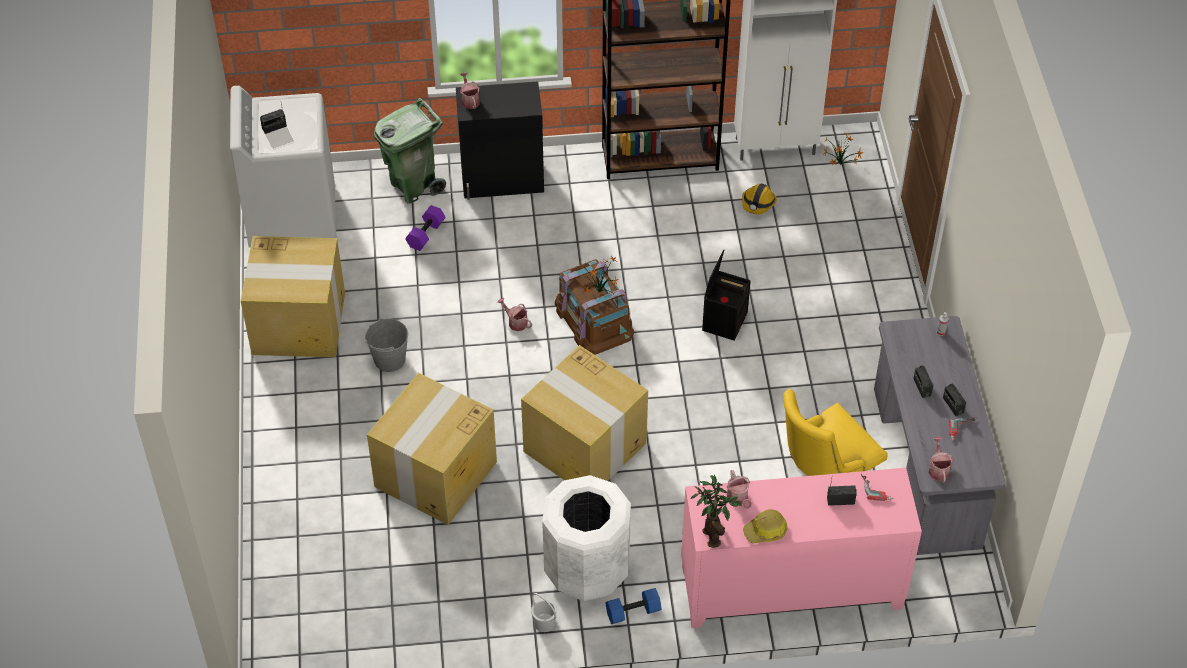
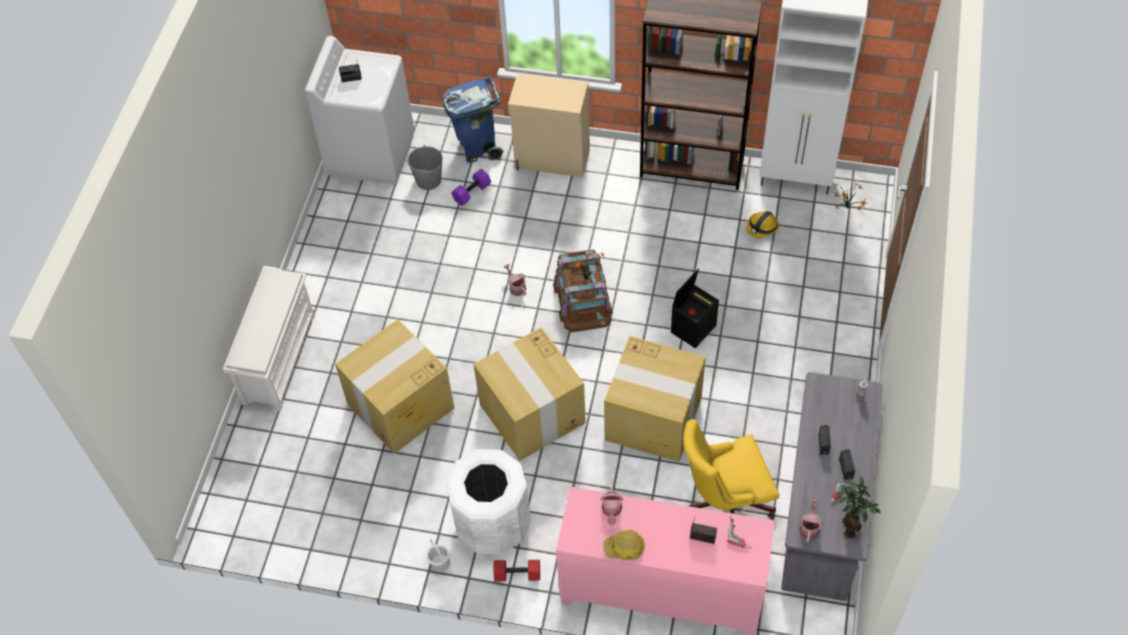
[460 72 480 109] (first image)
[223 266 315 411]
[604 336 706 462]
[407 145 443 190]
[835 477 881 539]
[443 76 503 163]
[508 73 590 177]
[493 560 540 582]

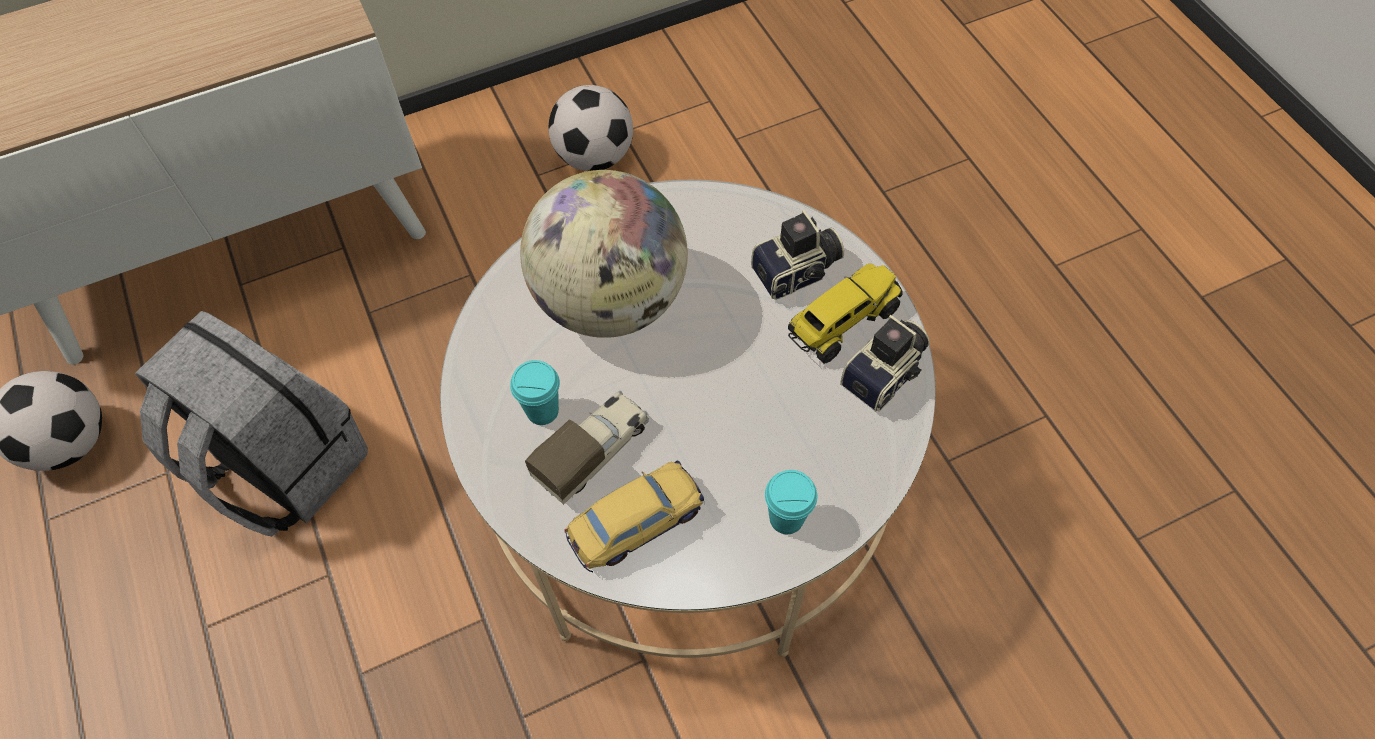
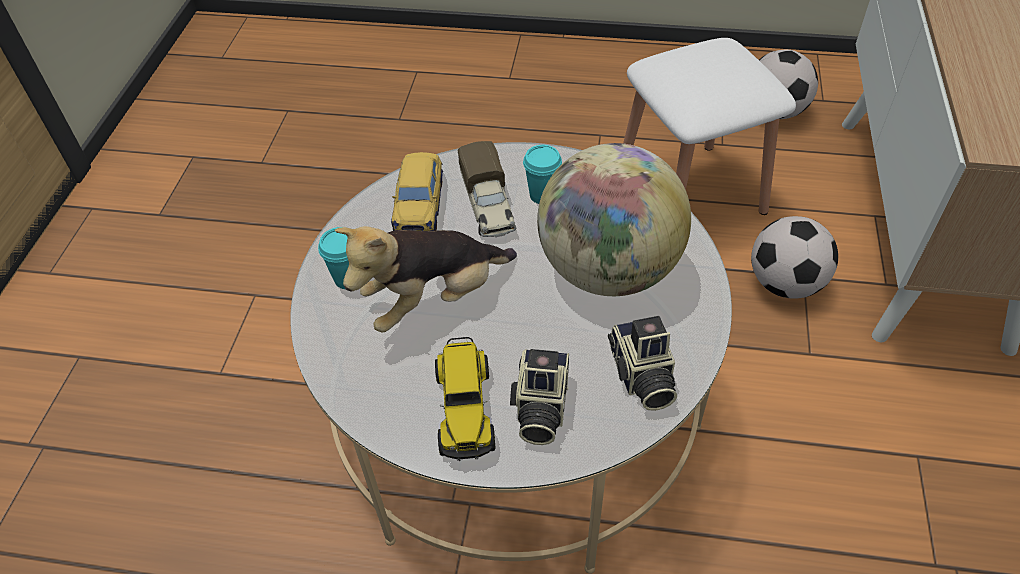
[335 226 517 332]
[751 216 838 299]
[608 316 677 411]
[623 38 796 215]

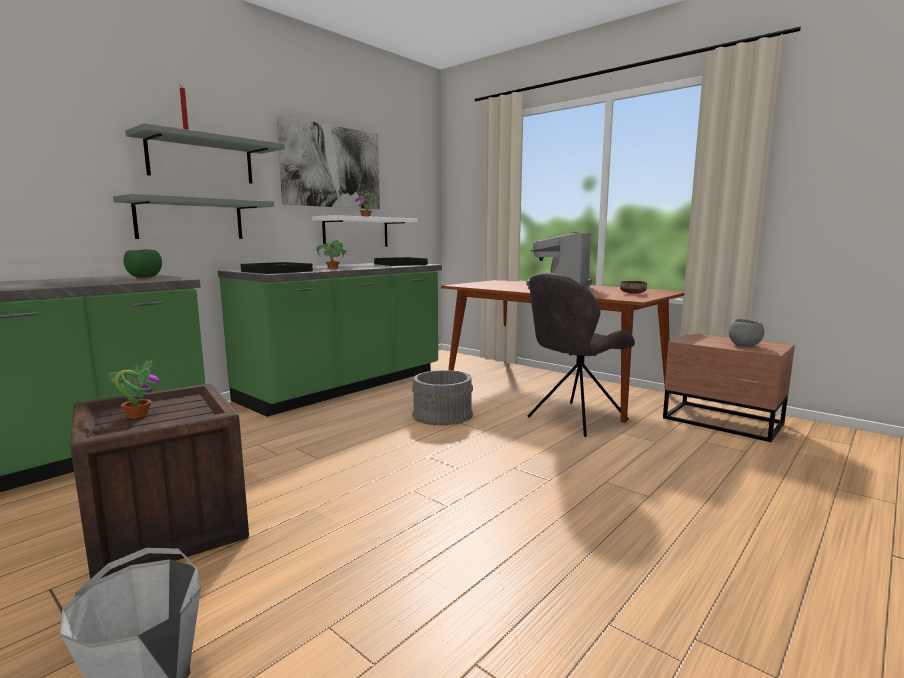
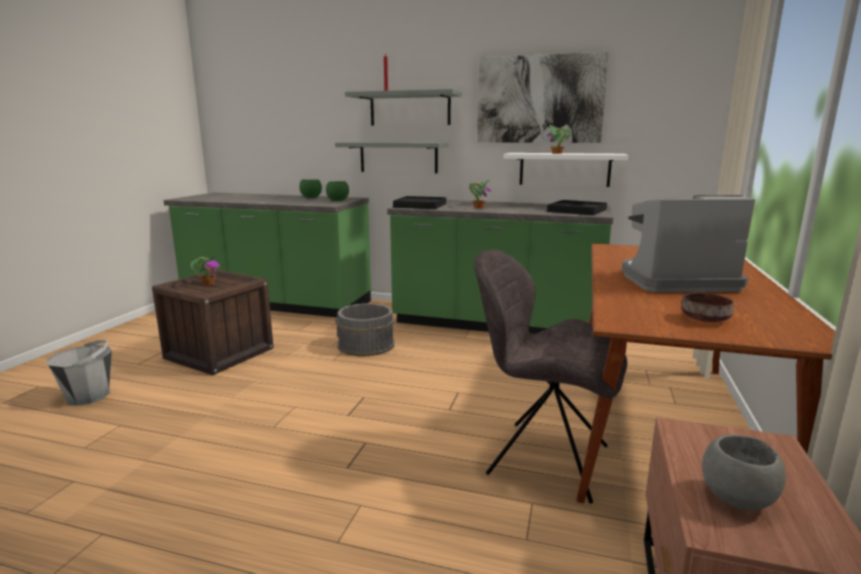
[299 179 322 198]
[335 303 395 356]

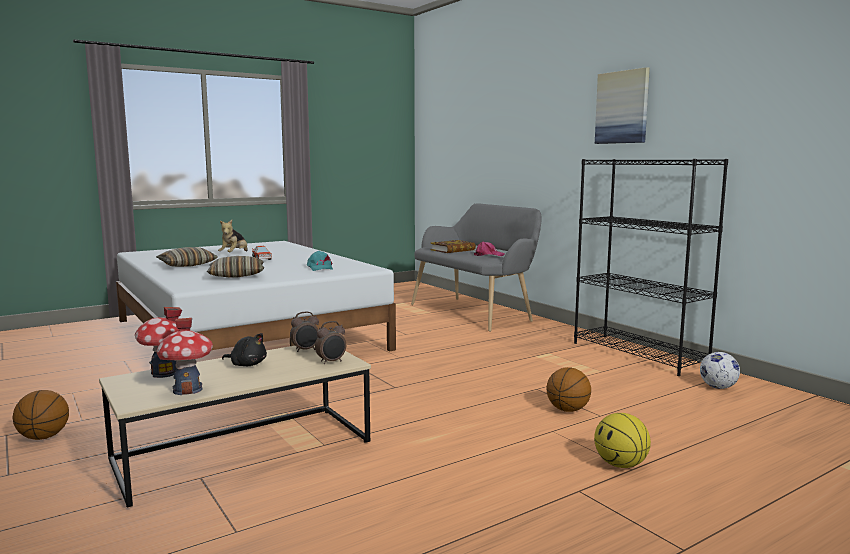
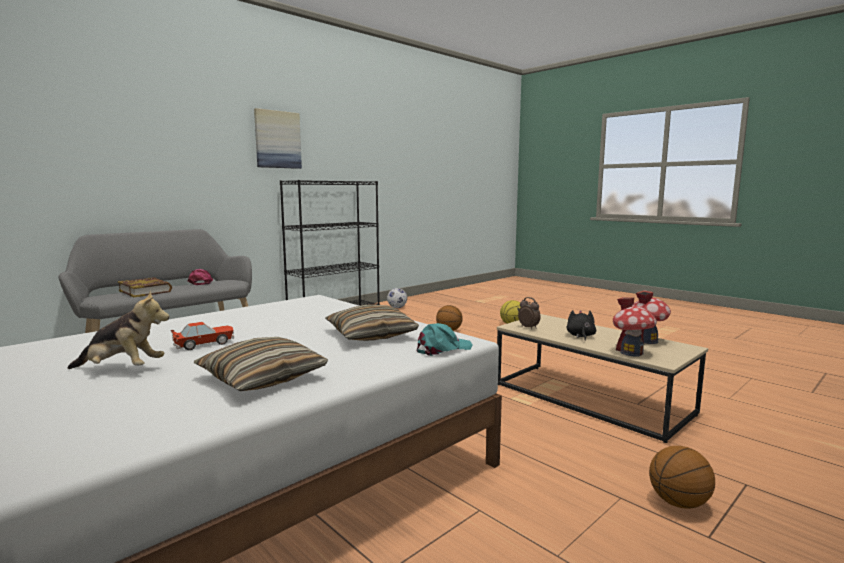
[315 321 346 364] (first image)
[417 323 473 356]

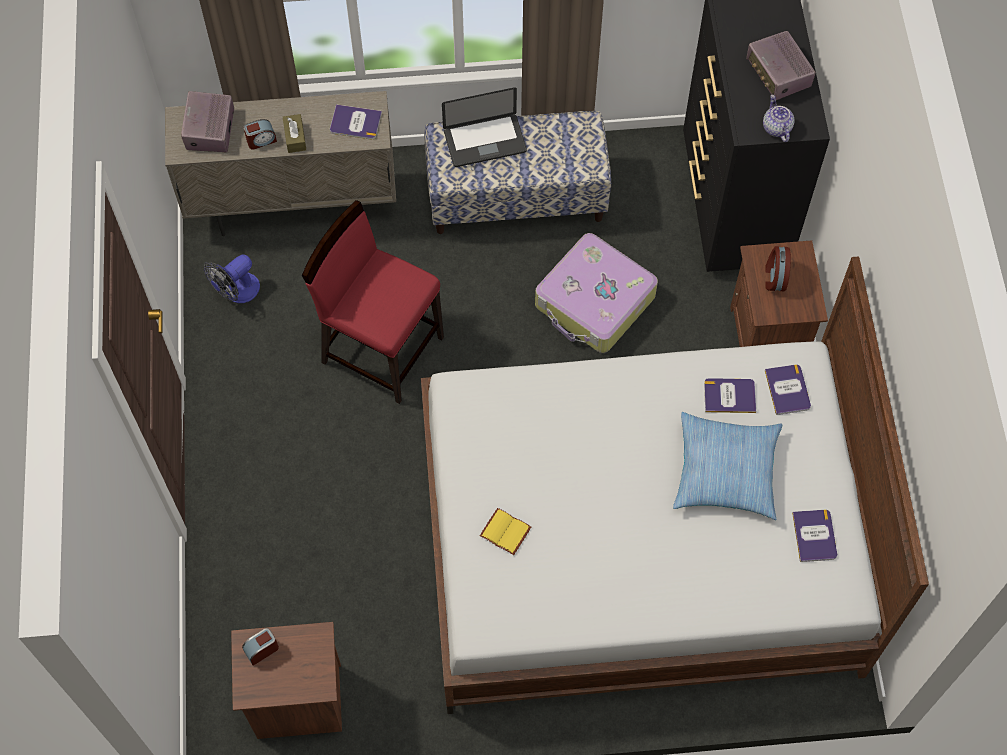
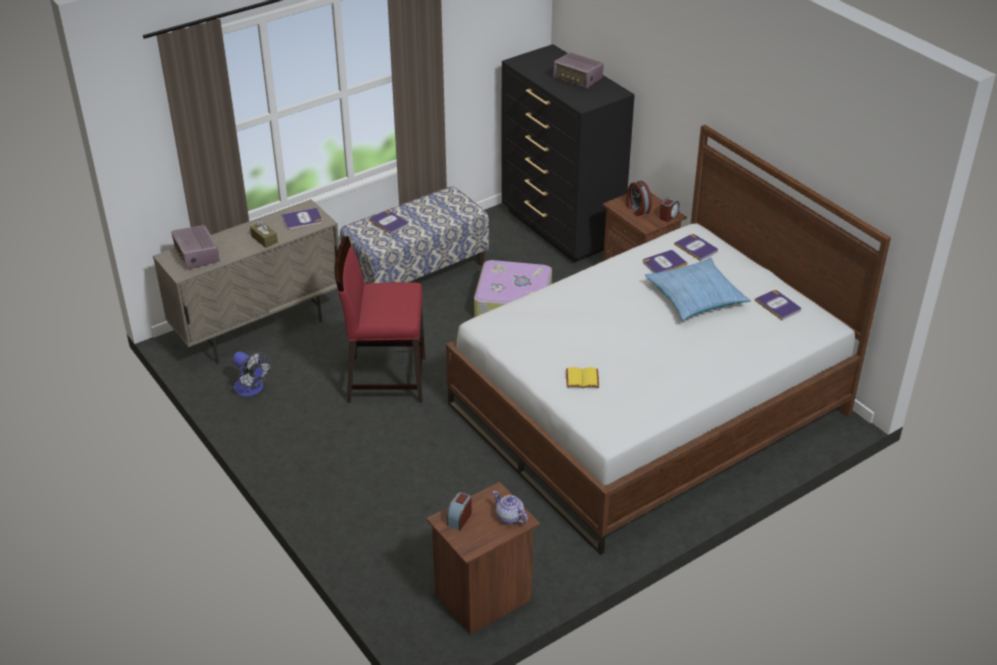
[659 198 680 222]
[493 491 528 525]
[369 210 408 234]
[233 352 272 396]

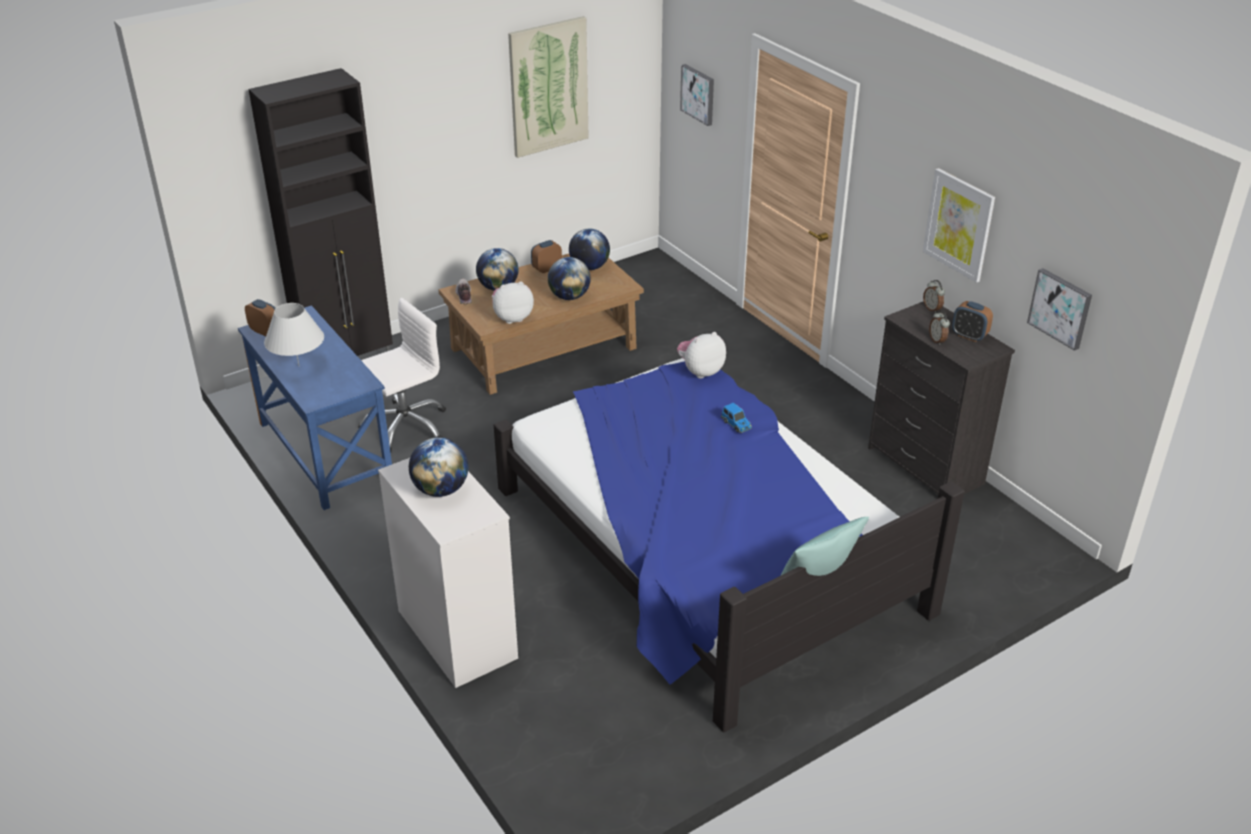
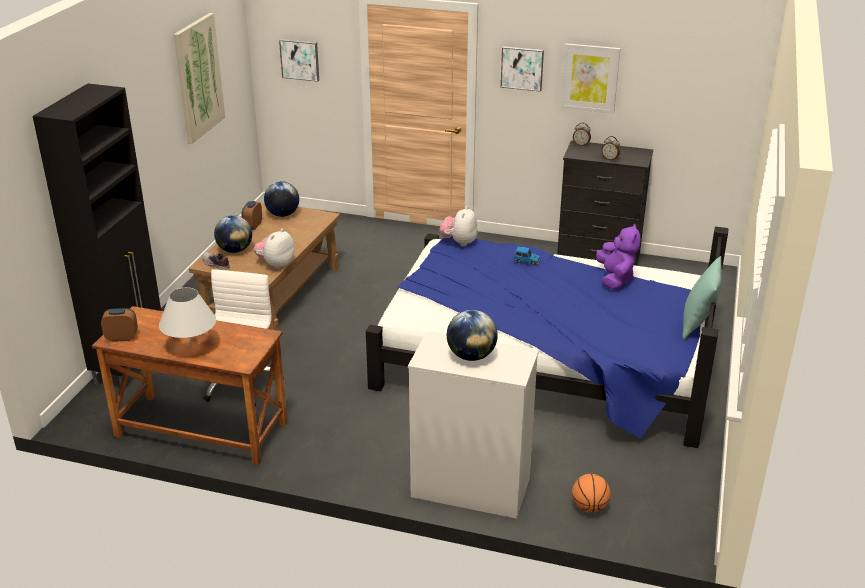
[548 257 591 300] (first image)
[952 301 993 342] (first image)
[572 474 611 513]
[596 223 641 290]
[501 46 544 92]
[92 306 287 466]

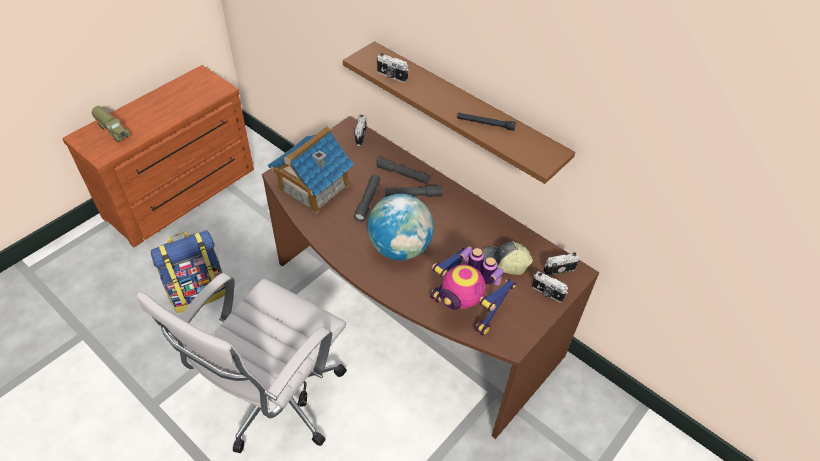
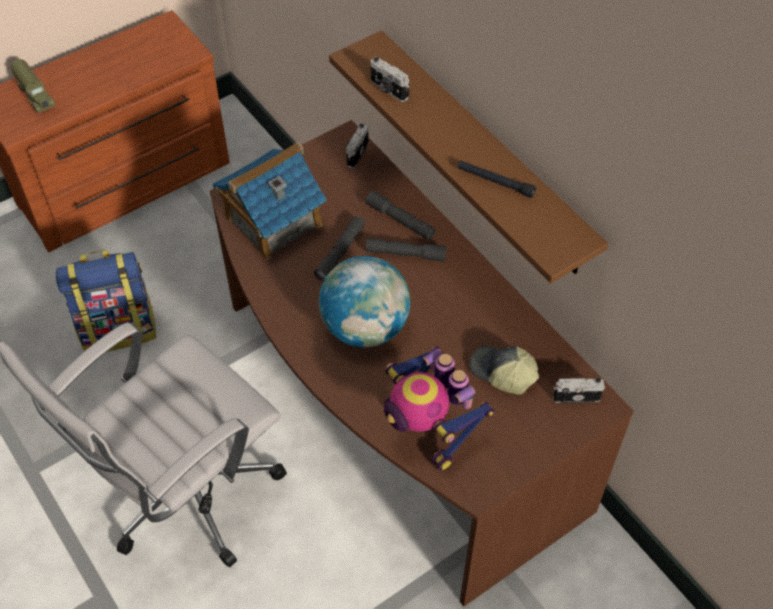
[532 271 568 303] (first image)

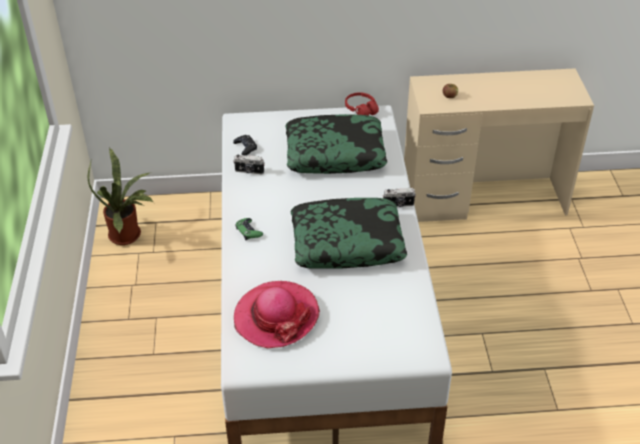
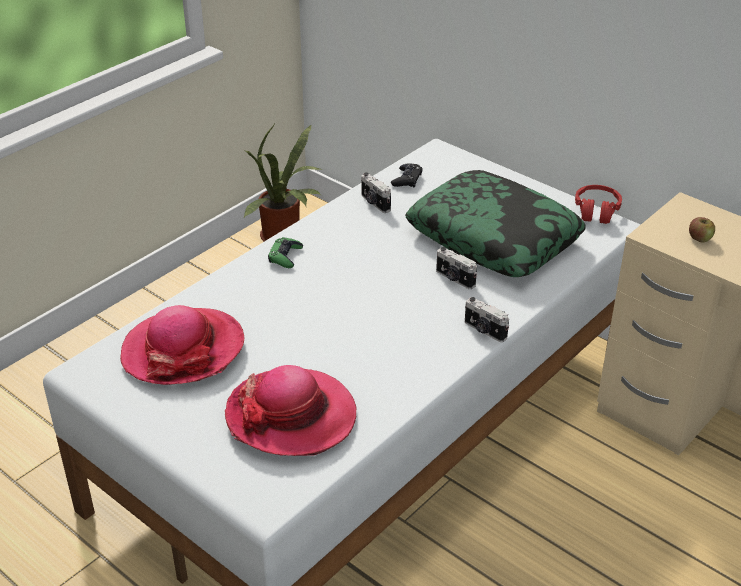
[291 198 407 269] (first image)
[225 365 356 456]
[436 247 477 289]

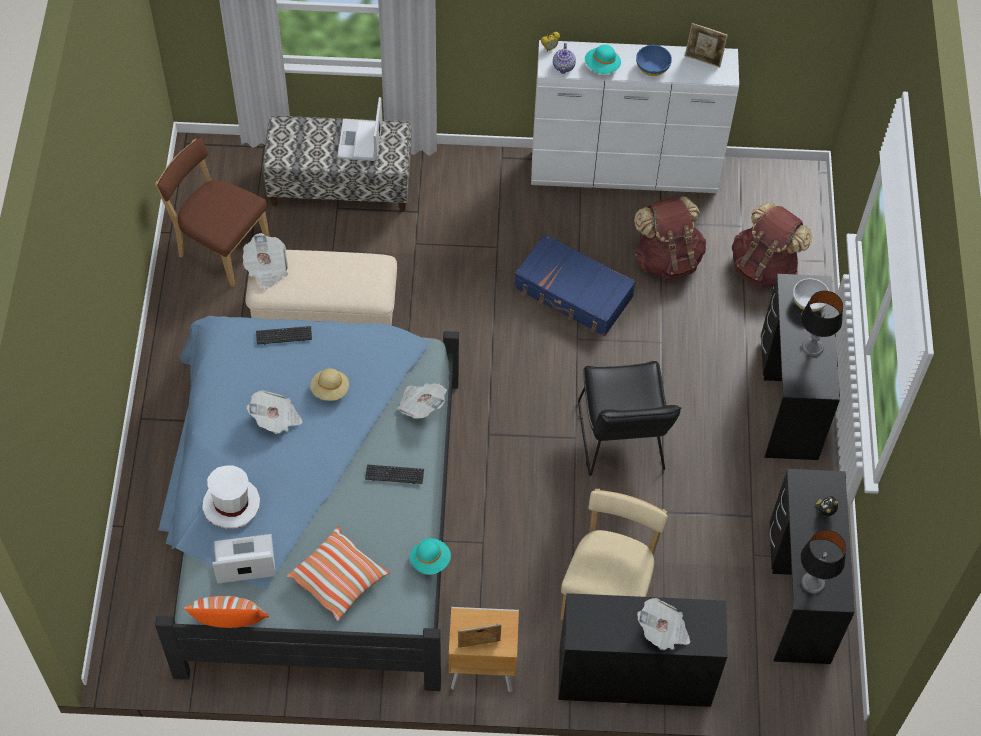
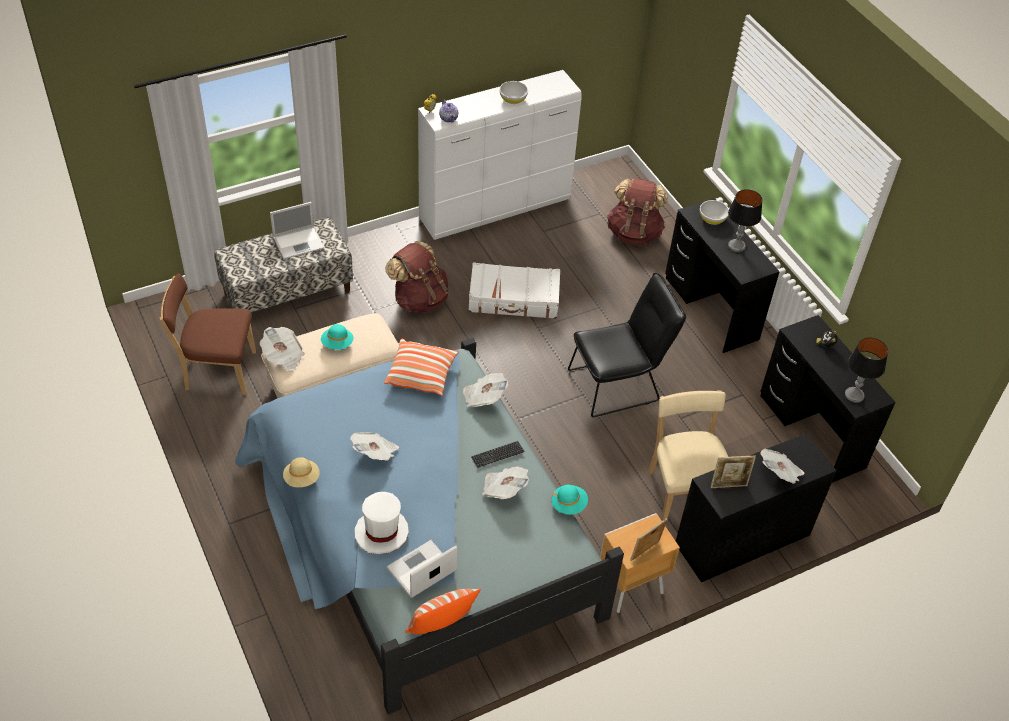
[256 326 312 345] (first image)
[482 466 529 499]
[384 339 459 396]
[283 457 320 487]
[321 324 353 350]
[385 241 449 313]
[711 455 756 488]
[468 262 560 319]
[499 81 528 104]
[270 202 325 259]
[568 273 686 417]

